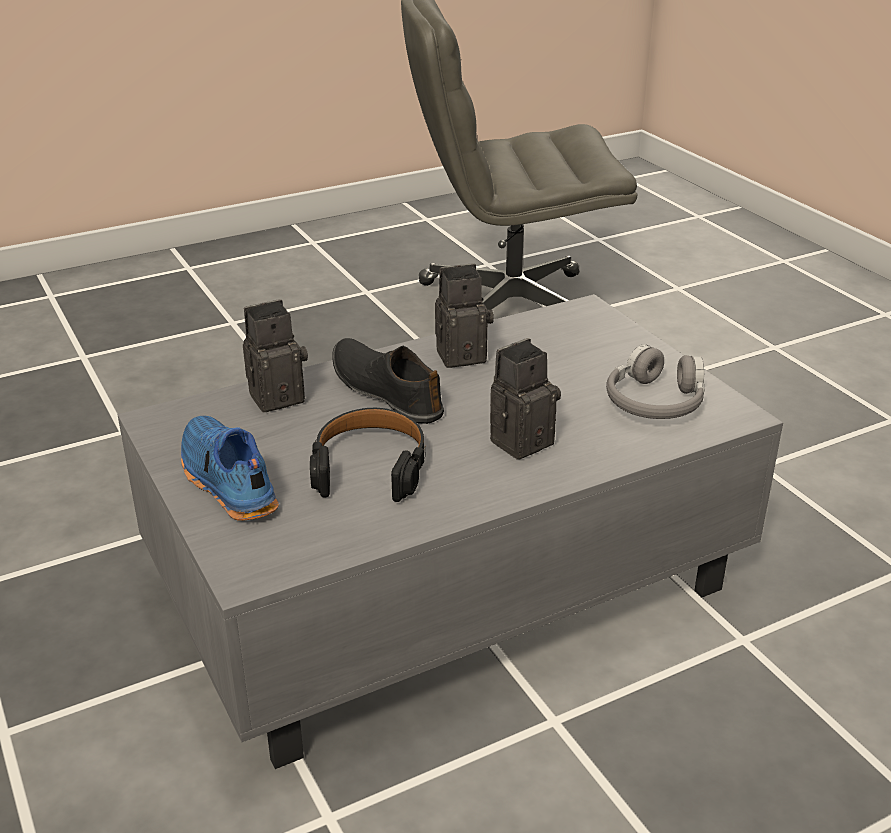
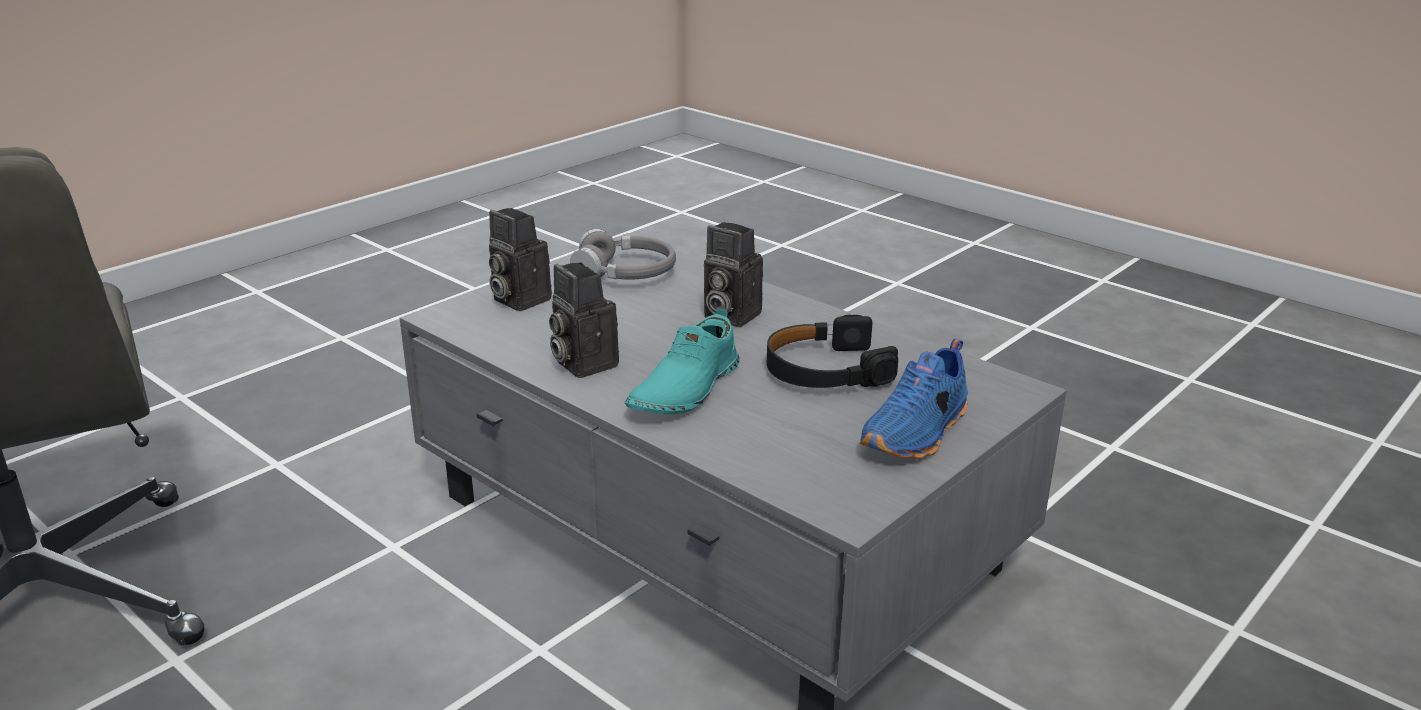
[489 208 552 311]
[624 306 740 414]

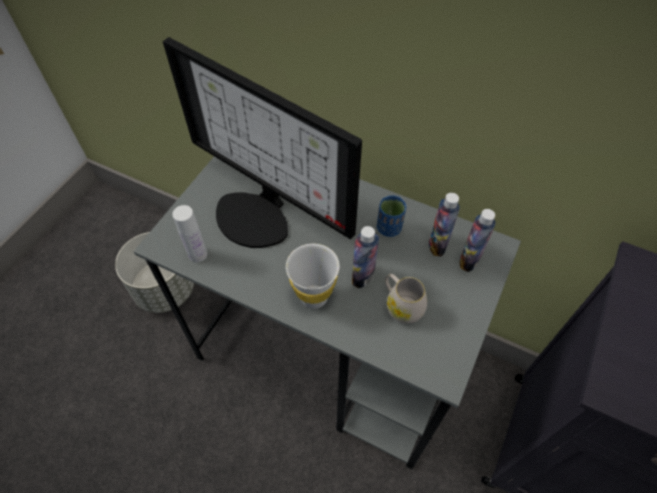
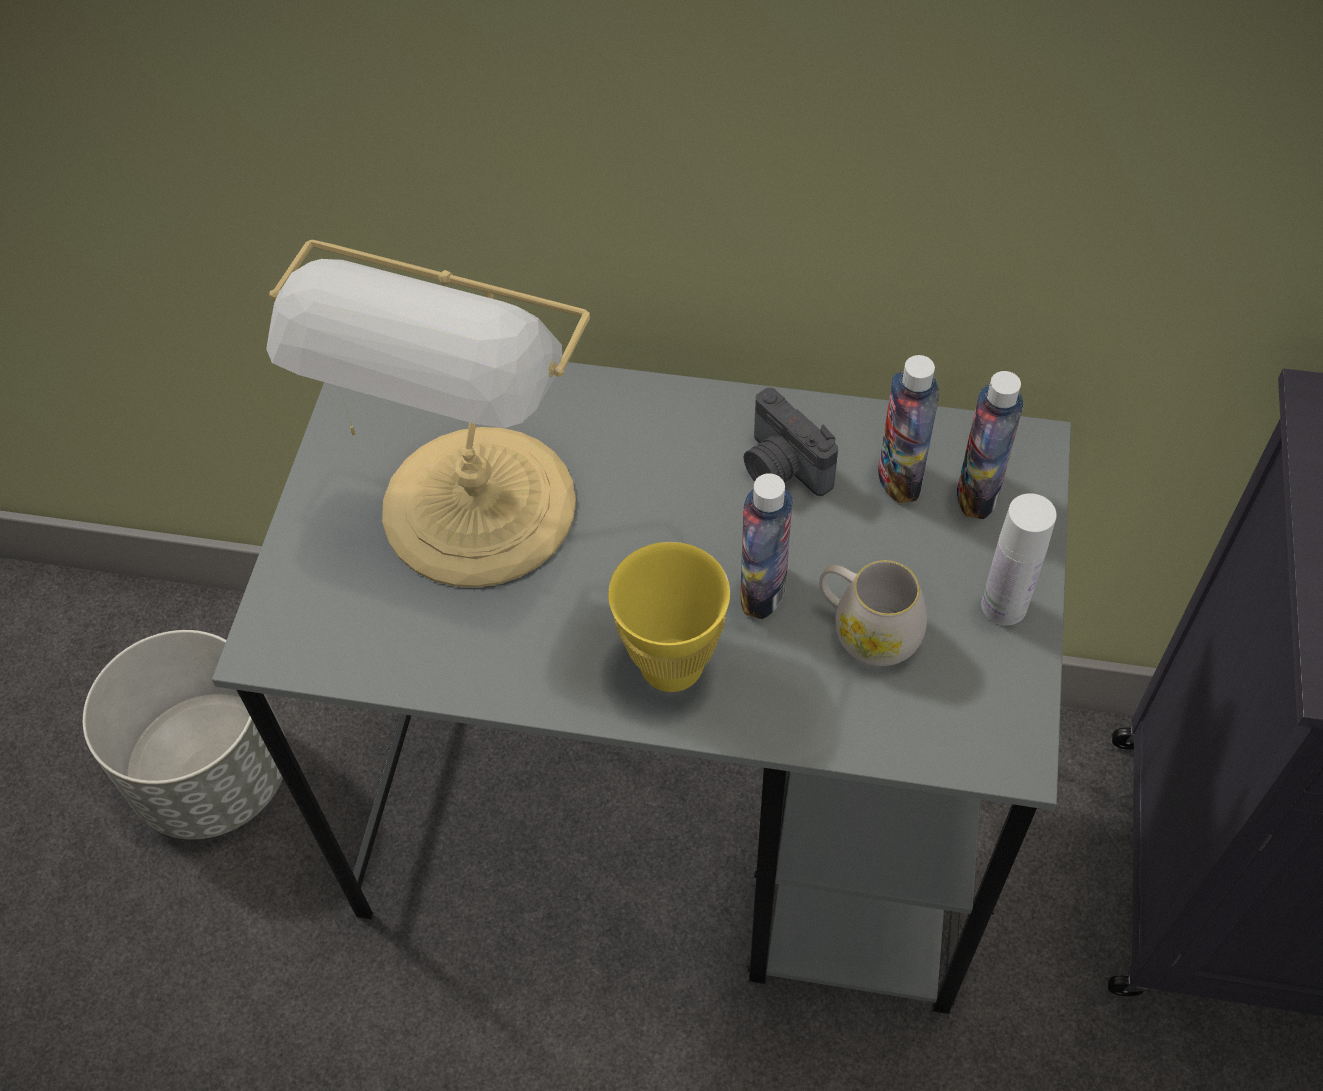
[981 493 1057 625]
[266 240 590 588]
[744 387 838 496]
[608 542 730 692]

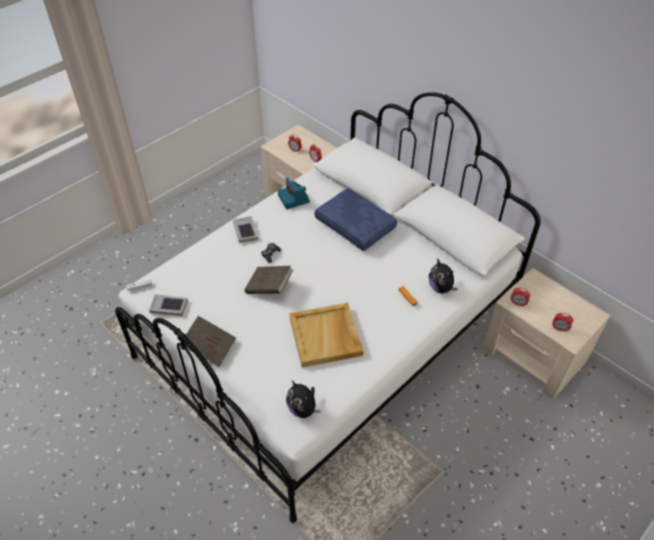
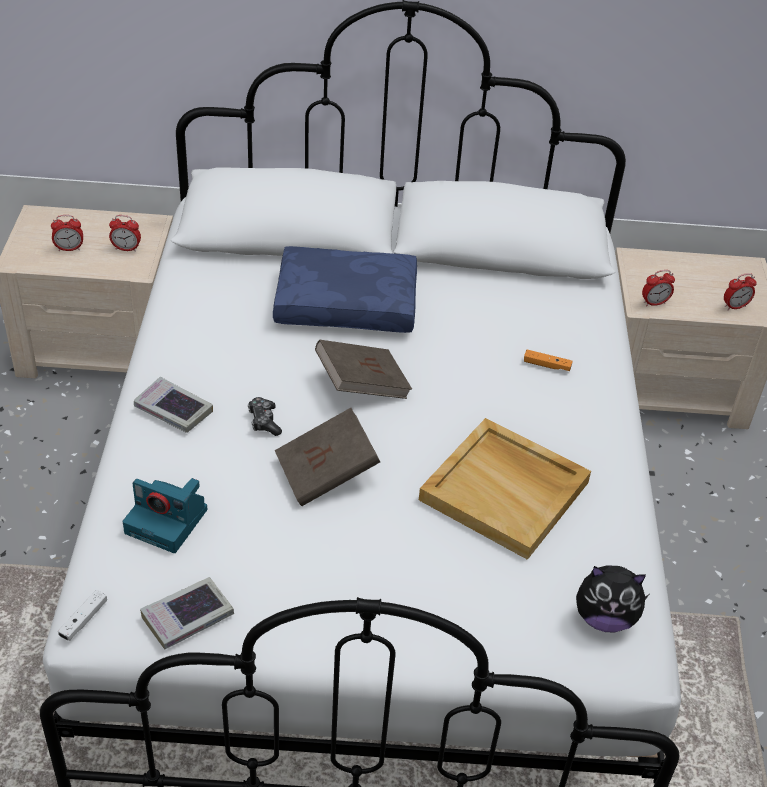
[429 258 458 294] (first image)
[315 340 412 399]
[123 478 207 553]

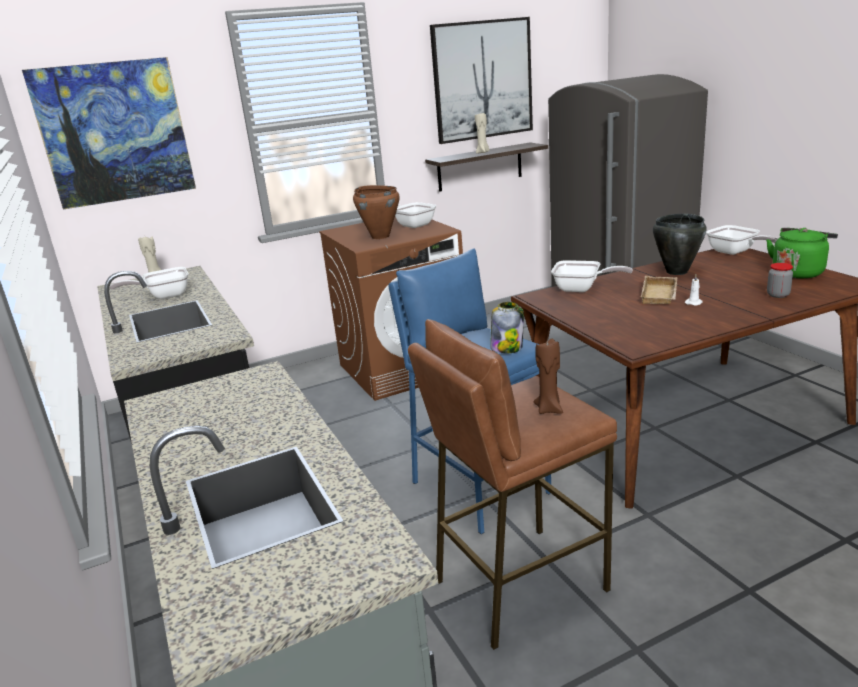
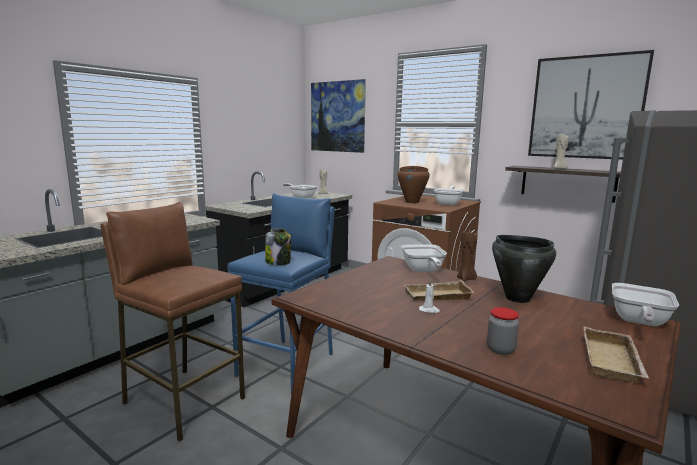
[457 231 477 281]
[583 326 650 382]

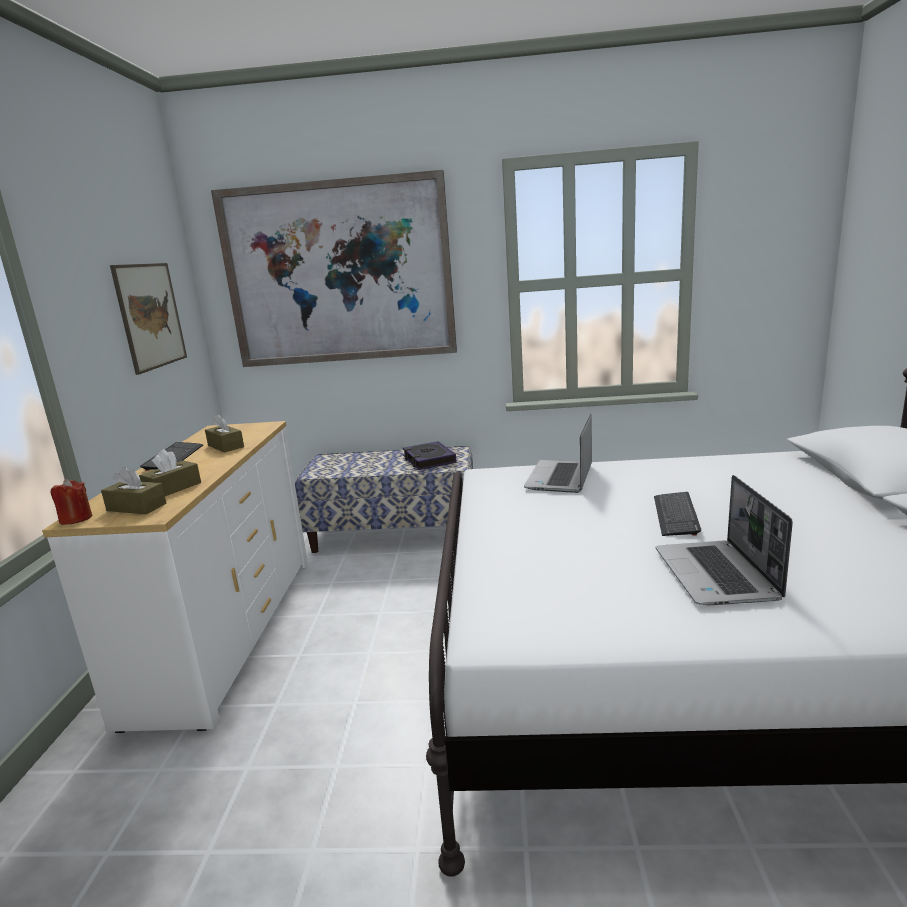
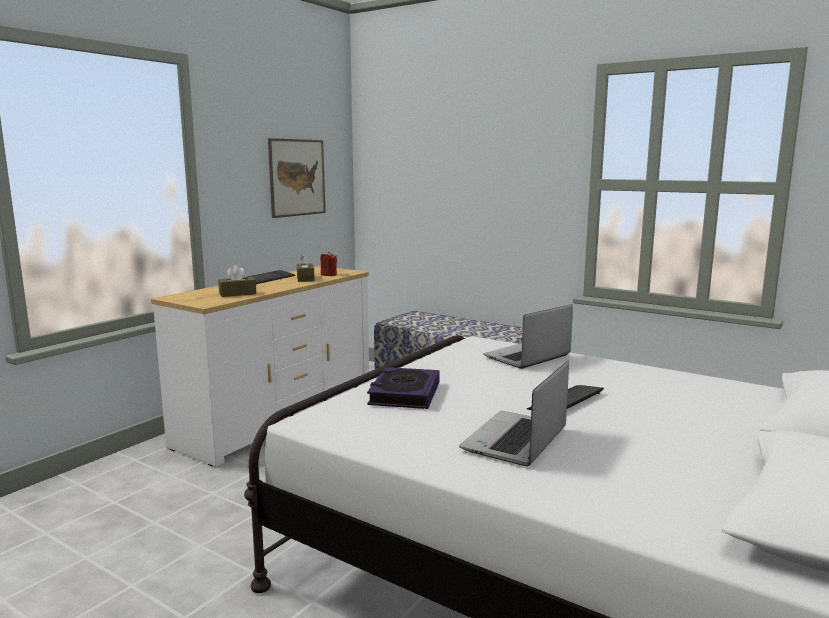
[101 466 167 514] (first image)
[211 170 457 367] (first image)
[320 252 337 276]
[367 367 440 409]

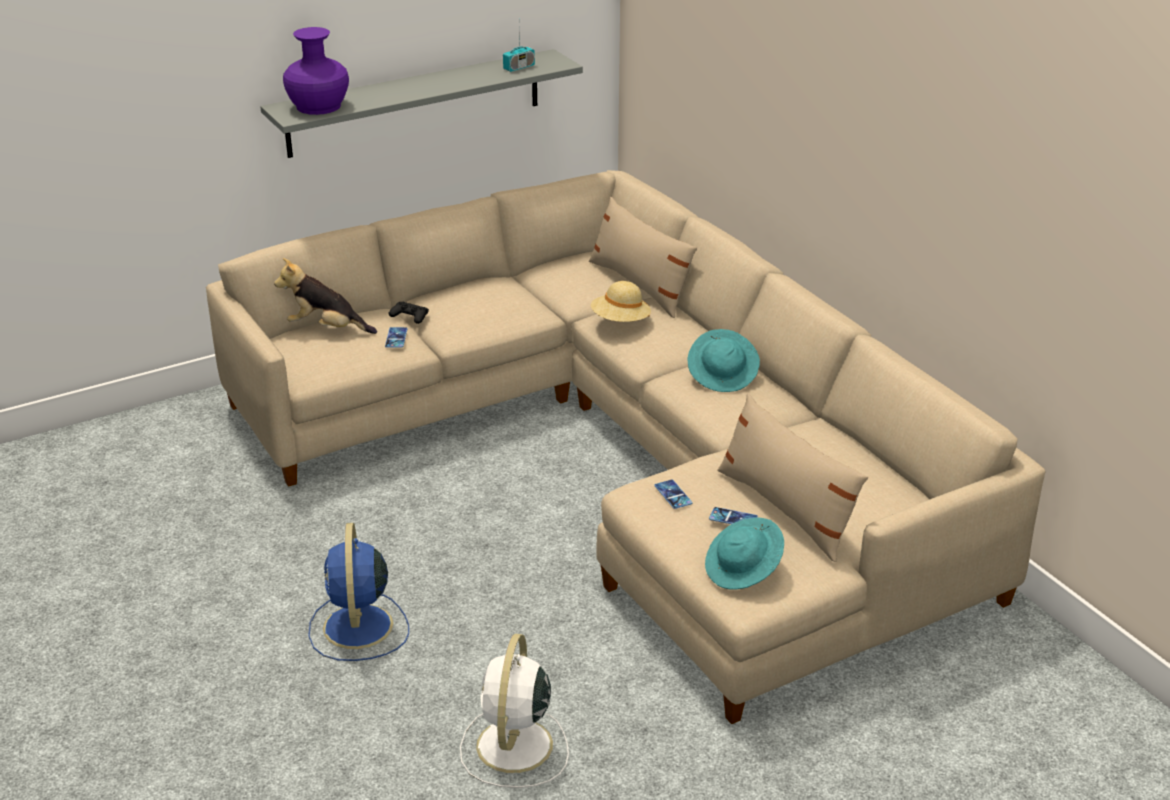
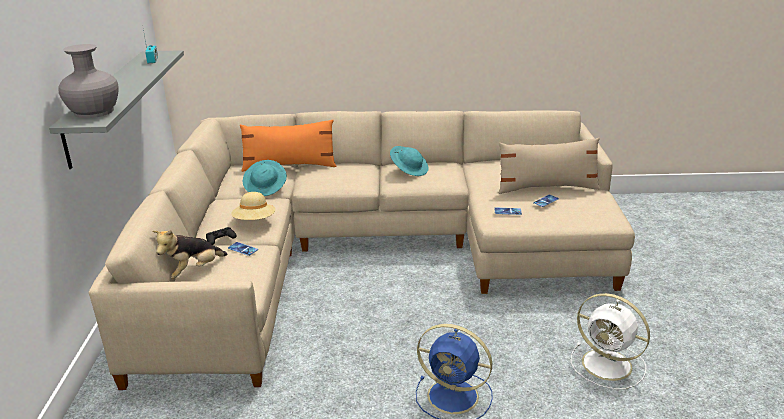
[231 192 275 220]
[243 160 287 196]
[58 44 118 118]
[240 120 337 172]

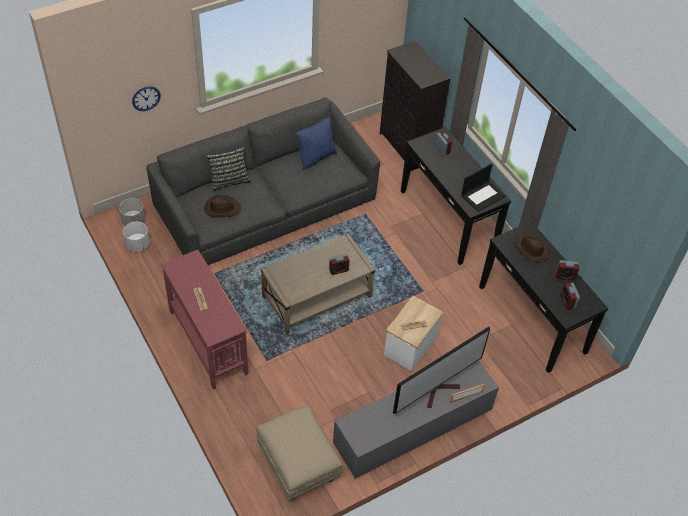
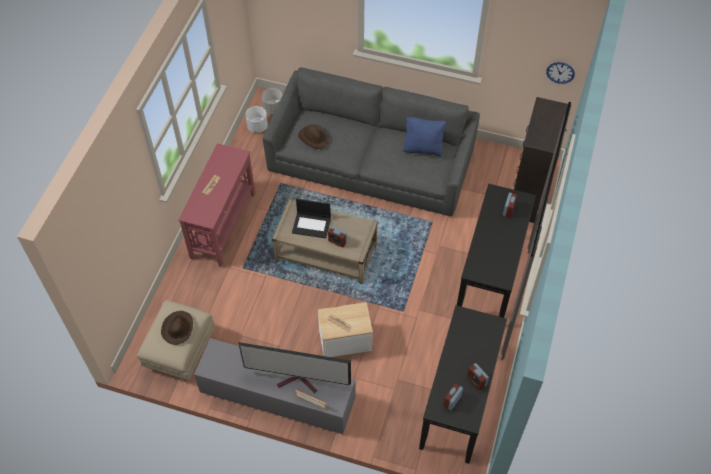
[207 146 251 191] (first image)
[546 62 575 84]
[292 199 331 238]
[161 311 193 345]

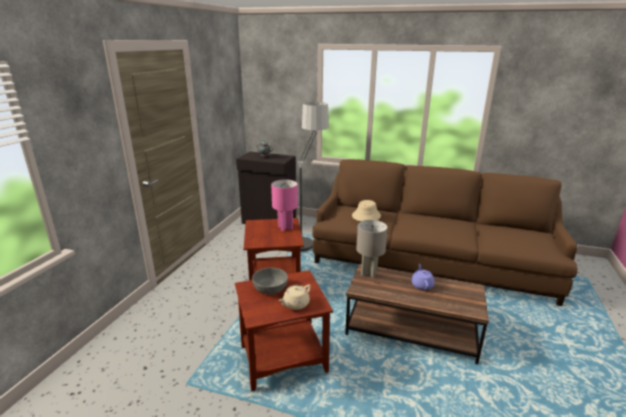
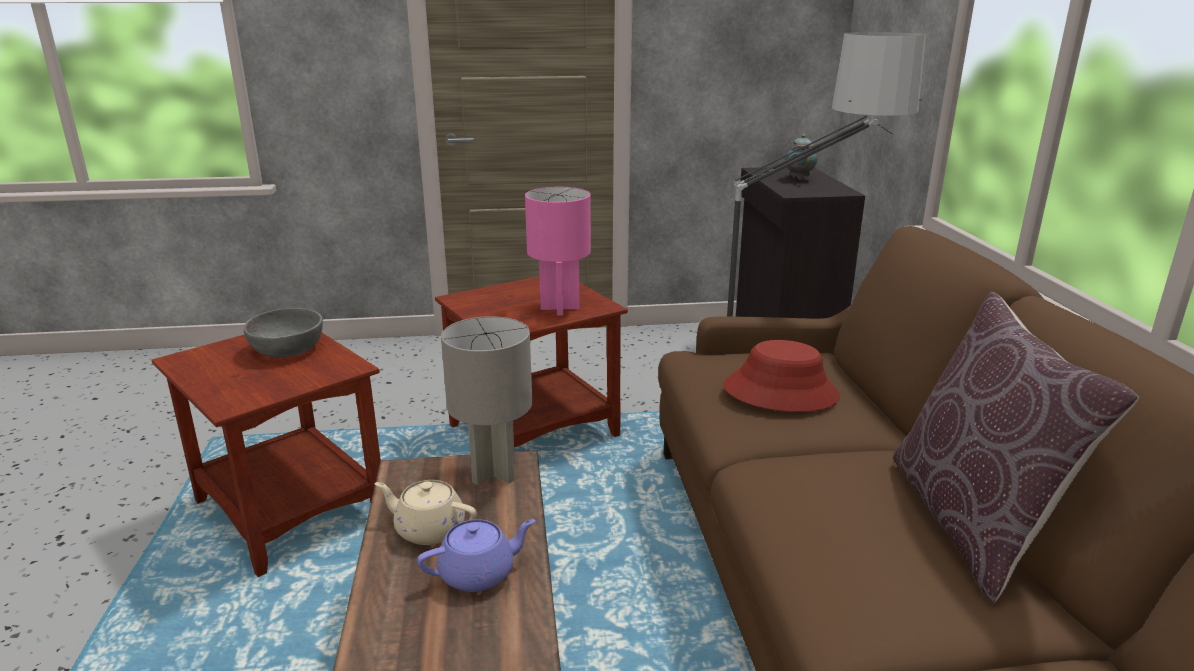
[893 292 1139 603]
[375 480 477 545]
[723 340 840 412]

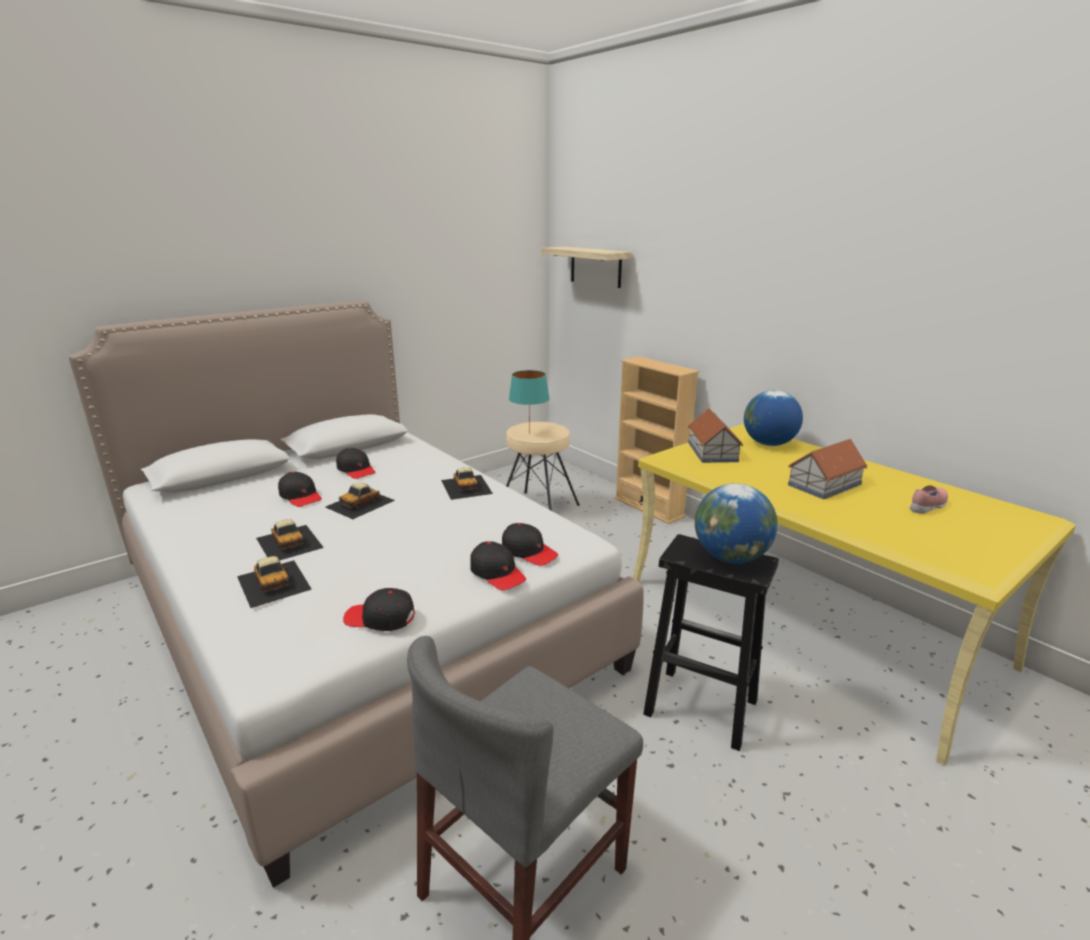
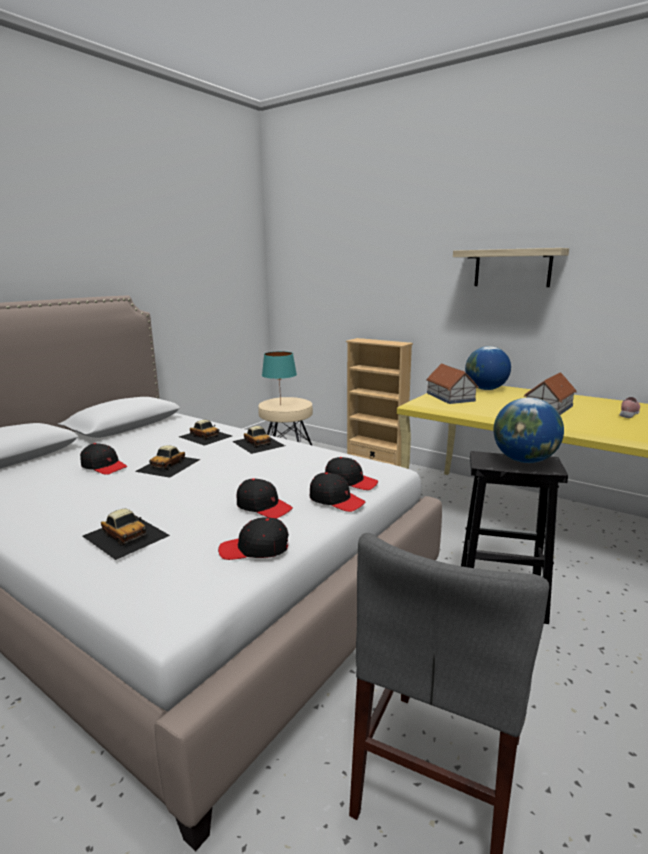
[179 420 232 446]
[237 478 293 519]
[453 248 569 287]

